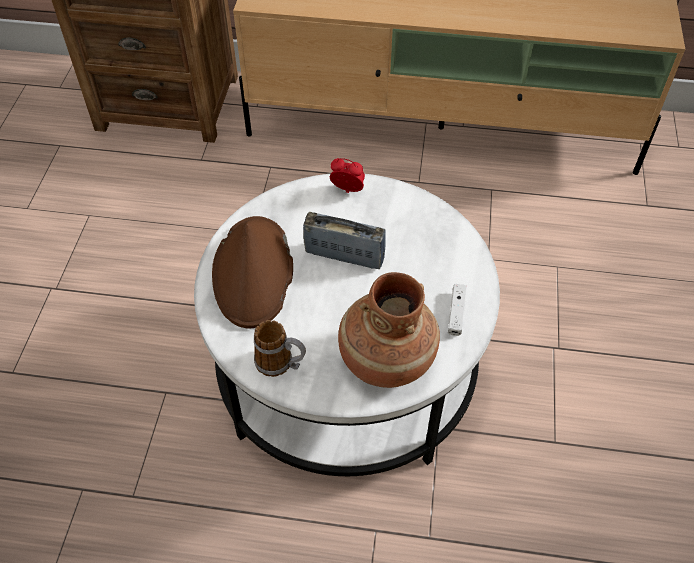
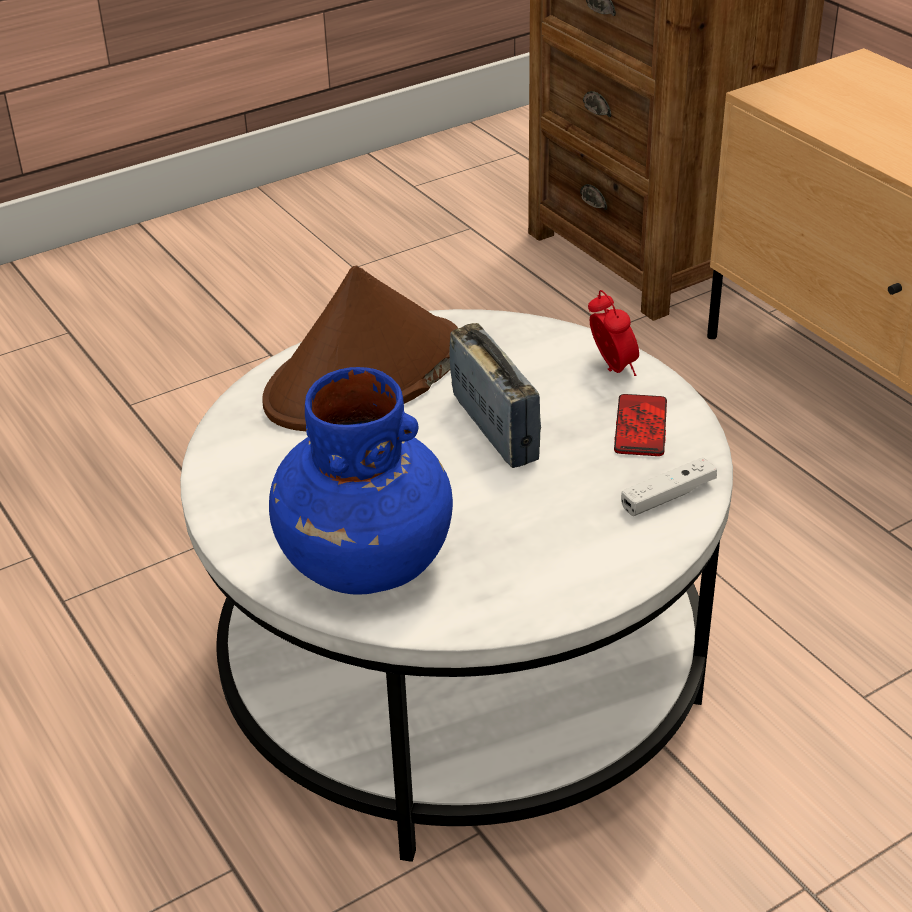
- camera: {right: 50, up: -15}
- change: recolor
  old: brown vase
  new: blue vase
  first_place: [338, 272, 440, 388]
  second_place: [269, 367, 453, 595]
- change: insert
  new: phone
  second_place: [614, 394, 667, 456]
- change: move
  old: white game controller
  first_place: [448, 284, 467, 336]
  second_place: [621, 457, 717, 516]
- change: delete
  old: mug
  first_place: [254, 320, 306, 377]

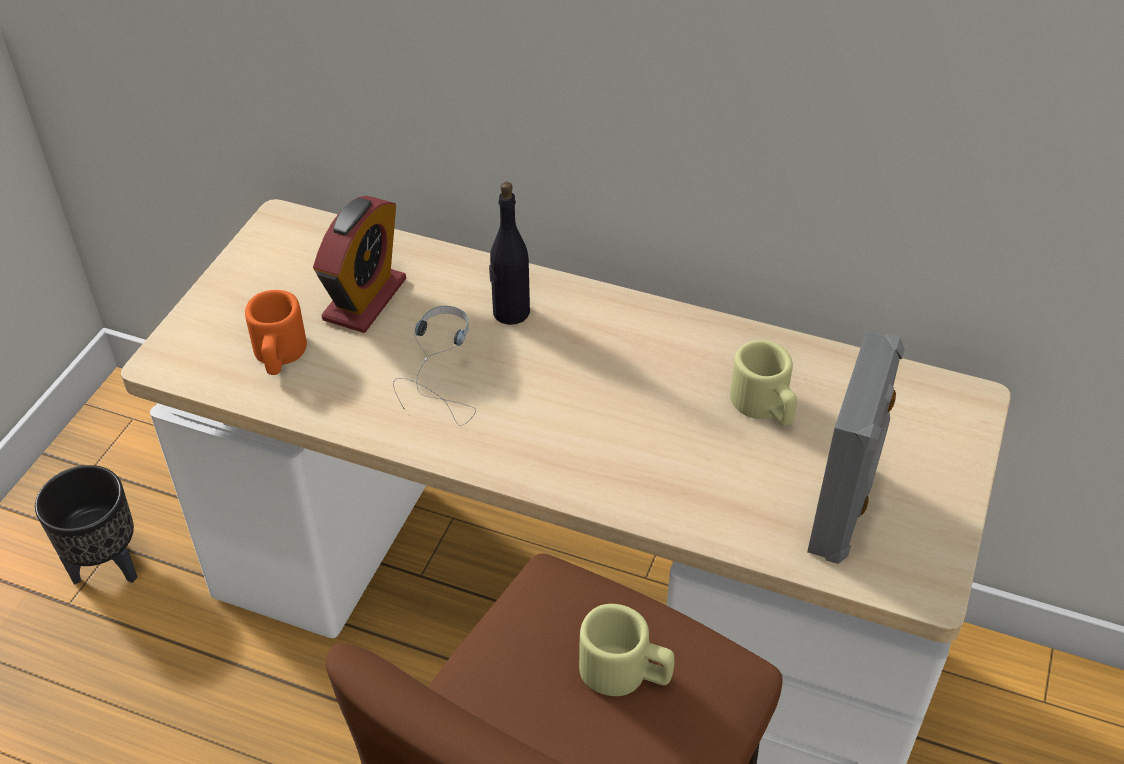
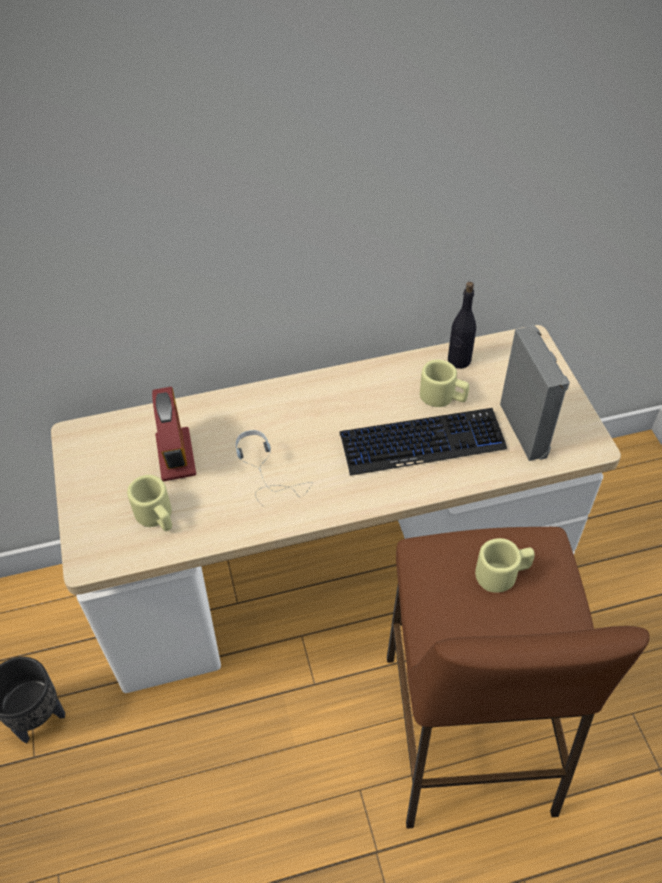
- camera: {right: -35, up: 5}
- change: recolor
  old: orange mug
  new: beige mug
  first_place: [245, 290, 307, 375]
  second_place: [127, 475, 172, 531]
- change: insert
  new: keyboard
  second_place: [340, 408, 507, 476]
- change: move
  old: black bottle
  first_place: [489, 182, 530, 325]
  second_place: [448, 282, 476, 369]

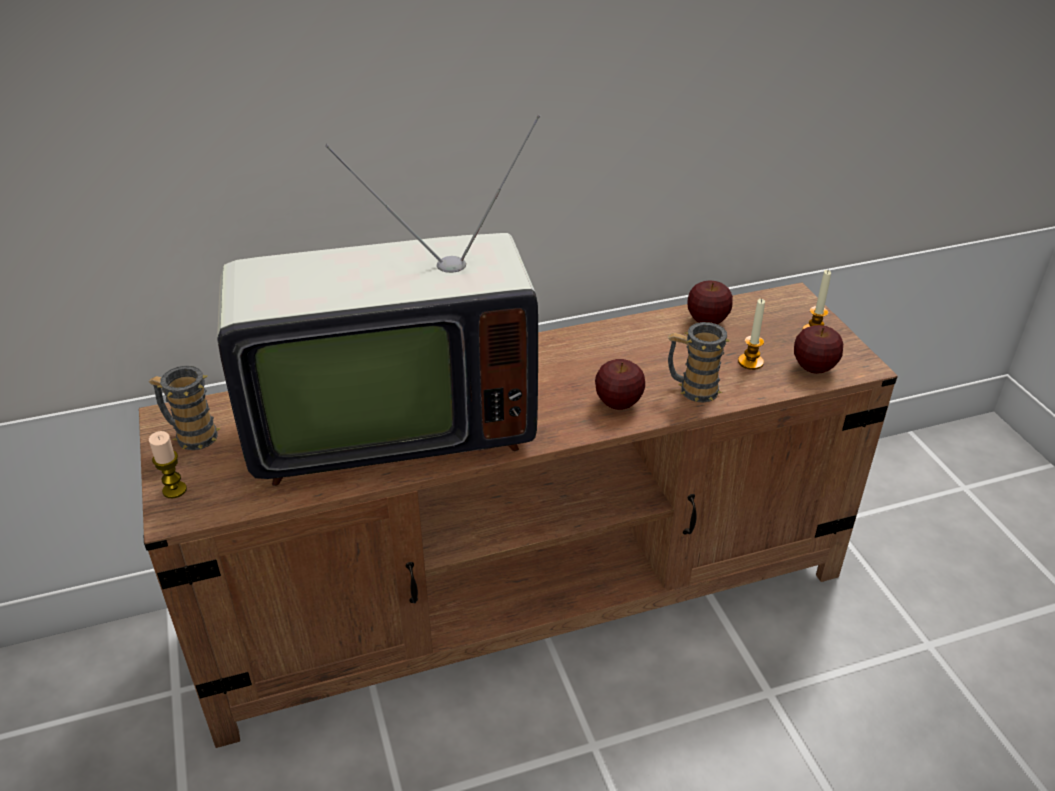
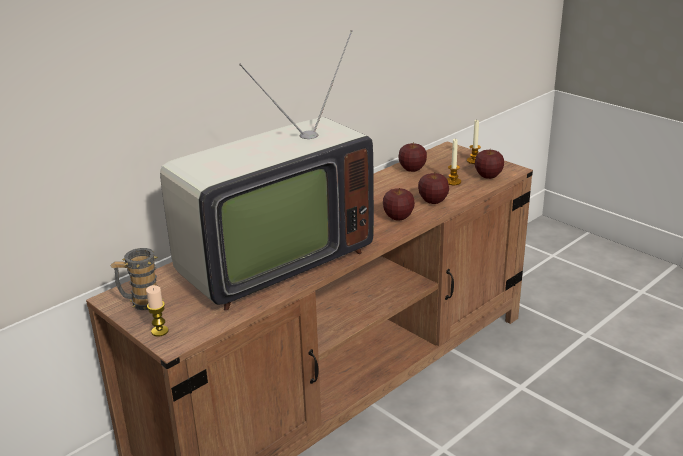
- camera: {right: -25, up: -10}
- change: replace
  old: mug
  new: apple
  first_place: [668, 322, 730, 403]
  second_place: [418, 173, 449, 204]

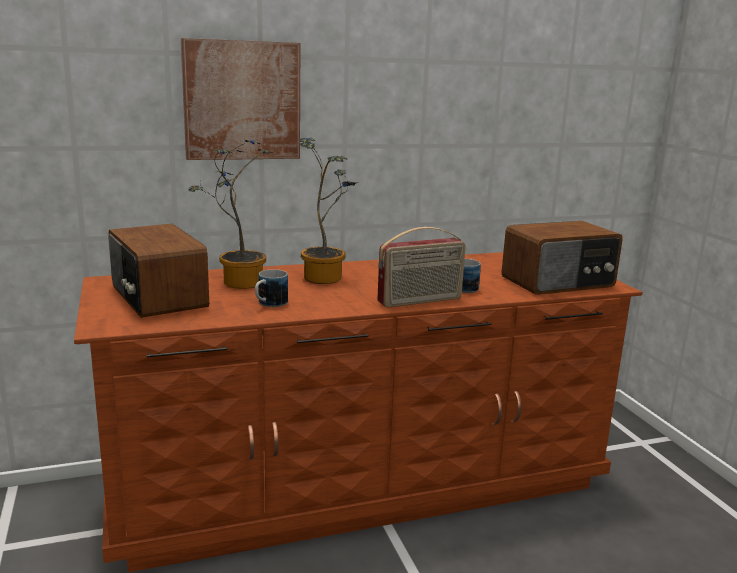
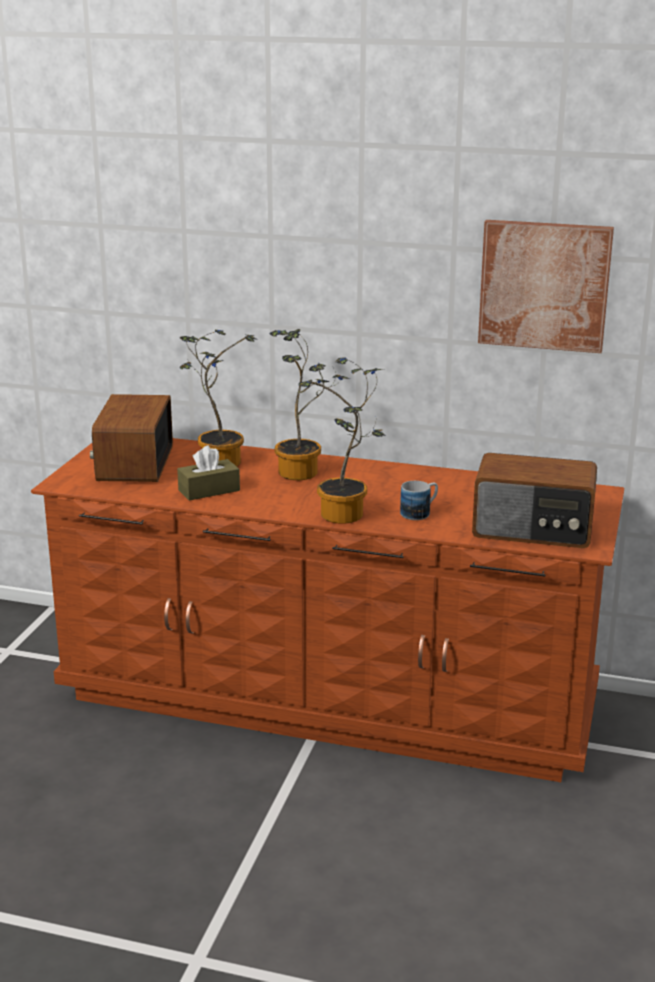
- camera: {right: 35, up: 5}
- change: replace
  old: mug
  new: brown tissue box
  first_place: [255, 269, 288, 307]
  second_place: [177, 445, 240, 500]
- change: replace
  old: radio
  new: potted plant
  first_place: [377, 227, 466, 307]
  second_place: [298, 358, 385, 524]
- change: move
  old: picture
  first_place: [181, 38, 300, 160]
  second_place: [478, 220, 614, 353]

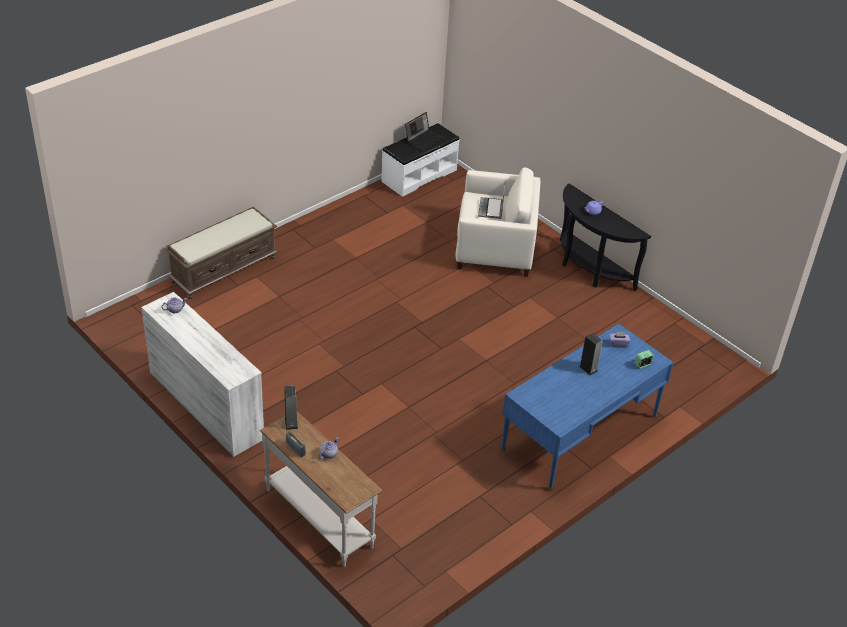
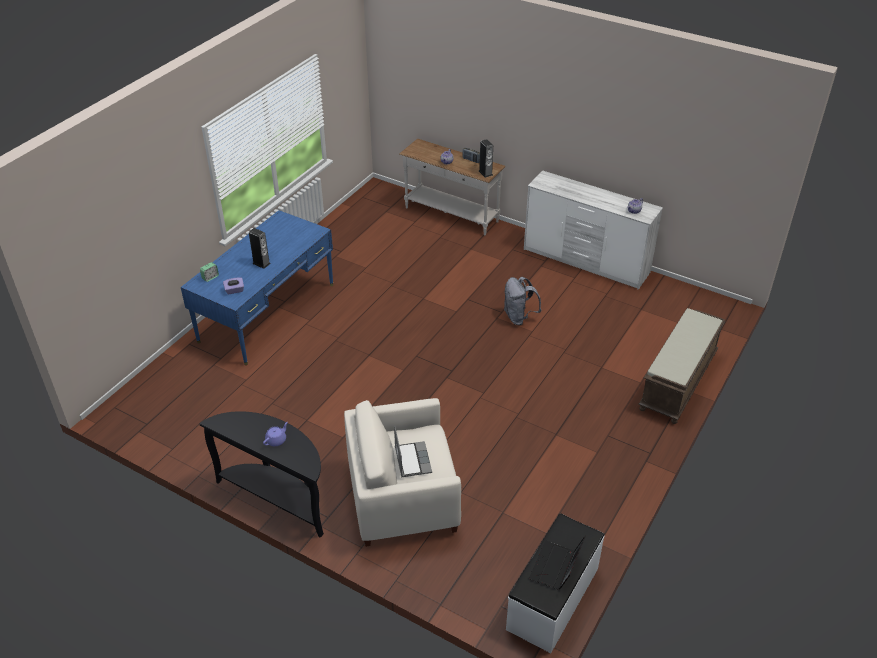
- camera: {right: 165, up: 0}
- change: insert
  new: grey backpack
  second_place: [504, 277, 541, 325]

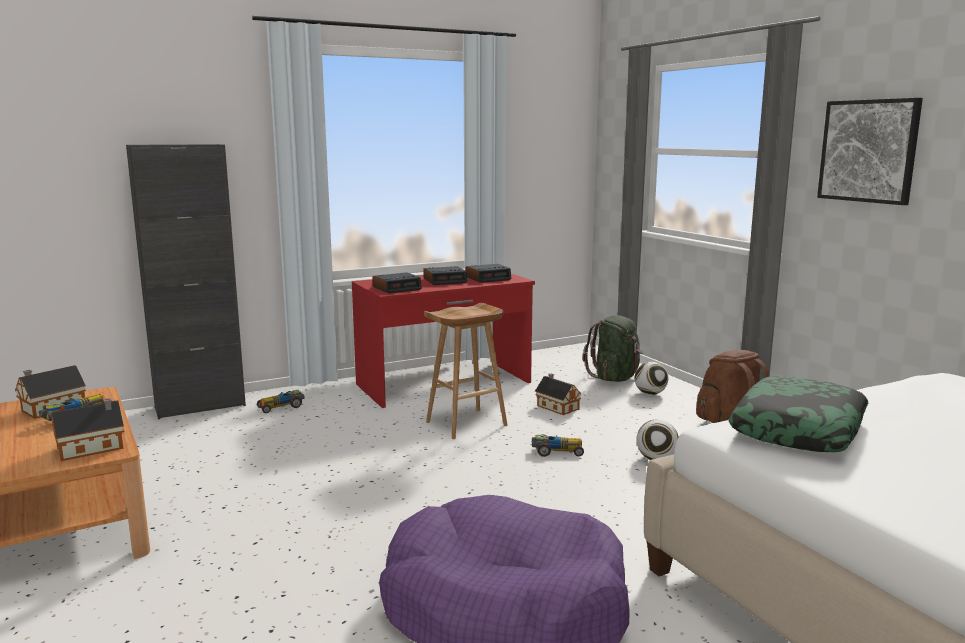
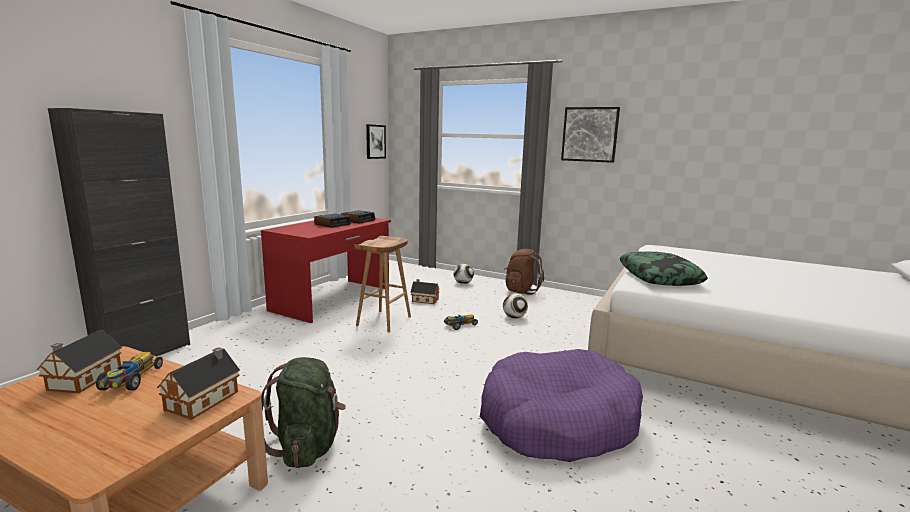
- camera: {right: -35, up: 0}
- change: move
  old: green backpack
  first_place: [583, 315, 643, 382]
  second_place: [261, 357, 346, 468]
- change: insert
  new: picture
  second_place: [366, 124, 386, 159]
- change: delete
  old: toy car
  first_place: [257, 390, 305, 413]
- change: delete
  old: alarm clock
  first_place: [372, 272, 422, 294]

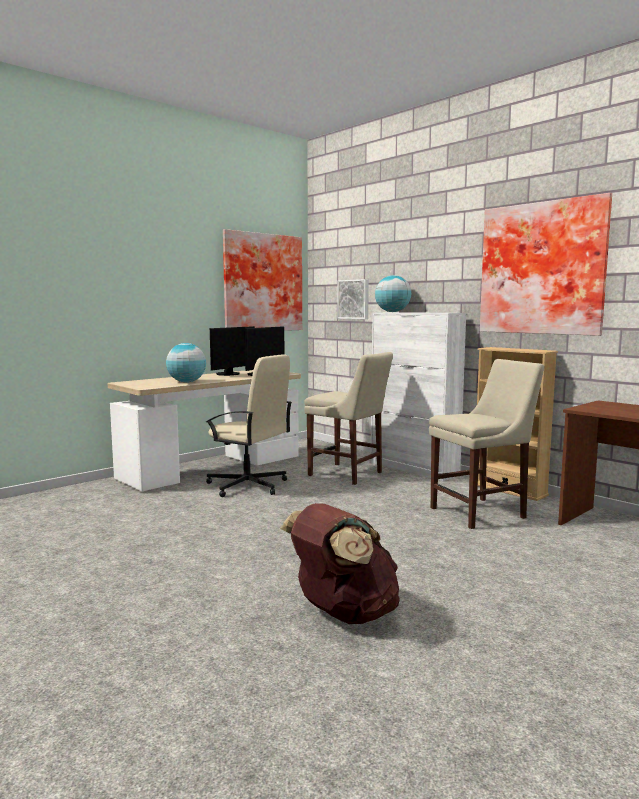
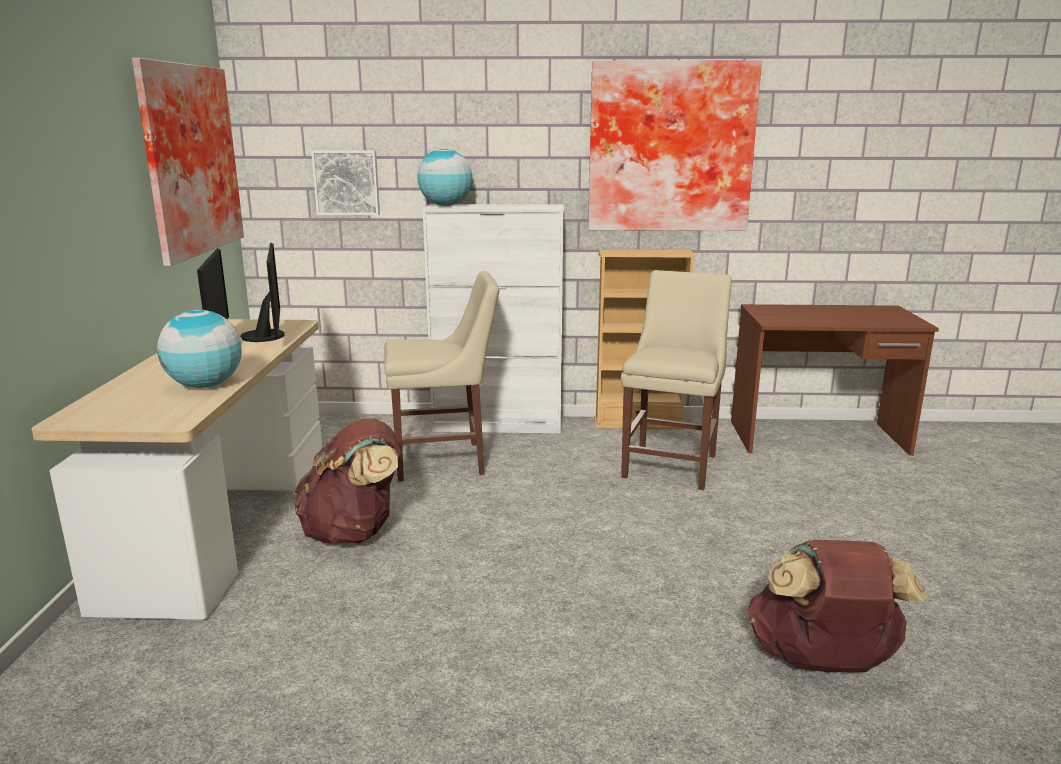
- camera: {right: -45, up: 10}
- change: replace
  old: beige office chair
  new: brown backpack
  first_place: [206, 354, 292, 497]
  second_place: [295, 418, 401, 544]

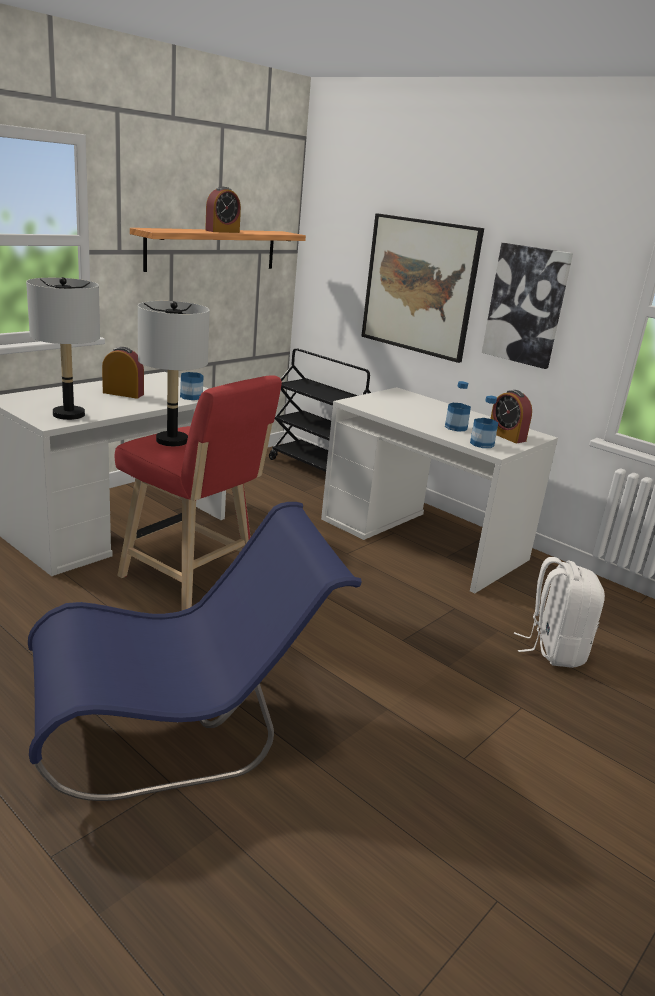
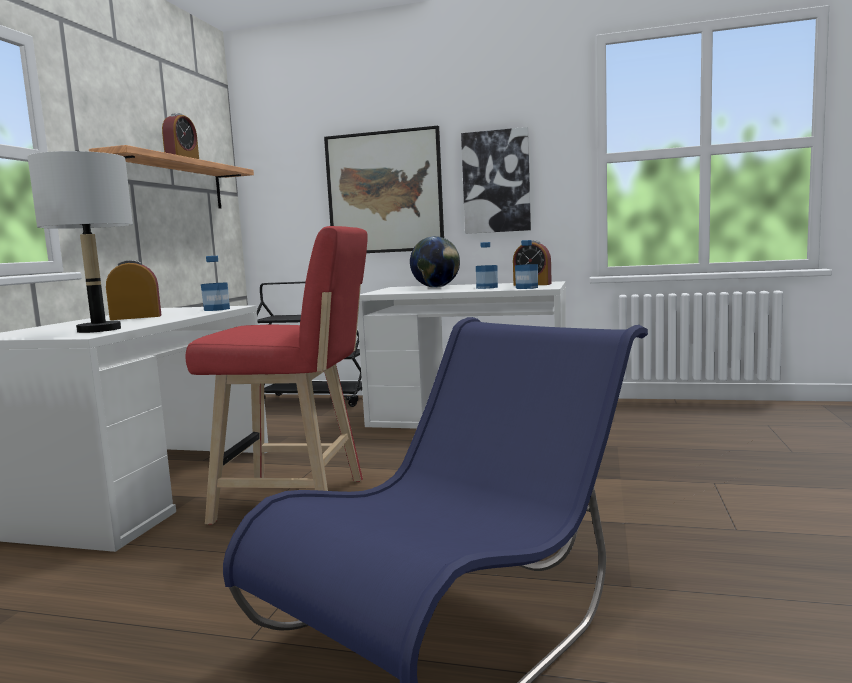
- camera: {right: -25, up: -15}
- change: insert
  new: globe
  second_place: [410, 236, 460, 288]
- change: delete
  old: grey table lamp
  first_place: [138, 301, 210, 446]
- change: delete
  old: white backpack
  first_place: [514, 557, 605, 668]

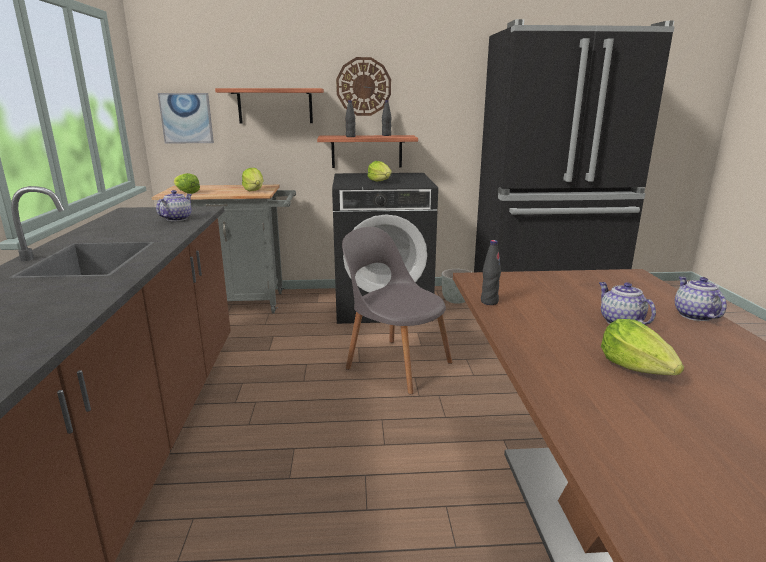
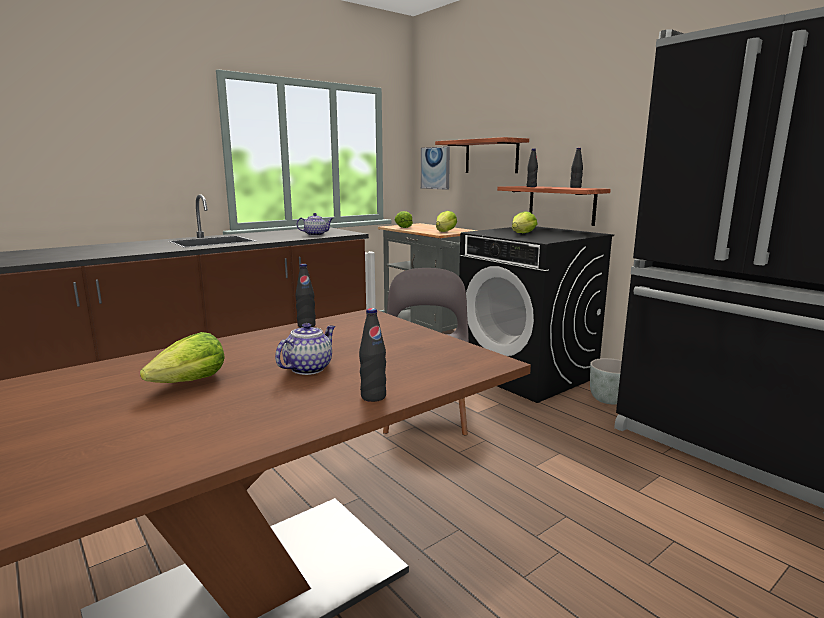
- camera: {right: 55, up: -5}
- change: replace
  old: teapot
  new: black bottle
  first_place: [675, 277, 727, 321]
  second_place: [359, 308, 386, 402]
- change: delete
  old: wall clock
  first_place: [336, 57, 391, 116]

